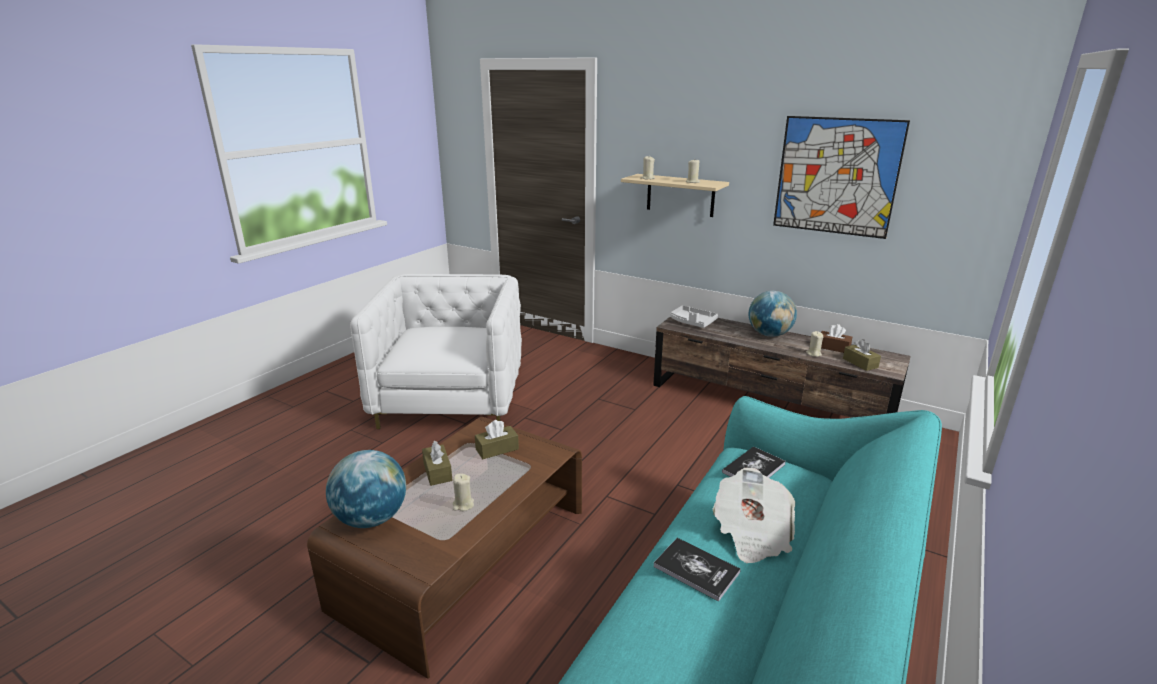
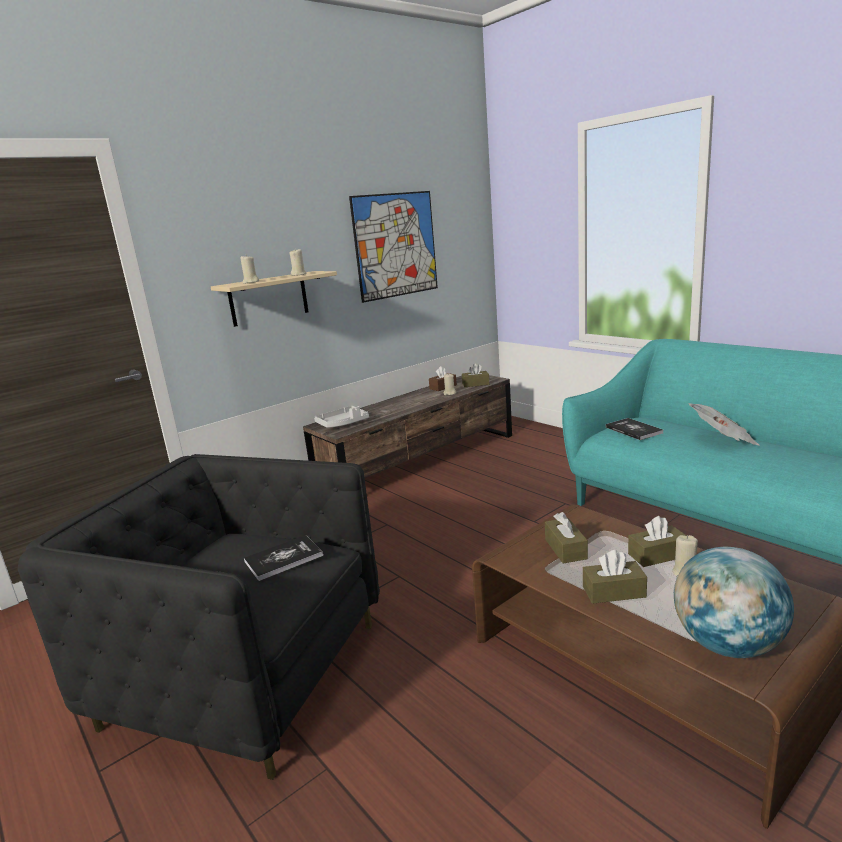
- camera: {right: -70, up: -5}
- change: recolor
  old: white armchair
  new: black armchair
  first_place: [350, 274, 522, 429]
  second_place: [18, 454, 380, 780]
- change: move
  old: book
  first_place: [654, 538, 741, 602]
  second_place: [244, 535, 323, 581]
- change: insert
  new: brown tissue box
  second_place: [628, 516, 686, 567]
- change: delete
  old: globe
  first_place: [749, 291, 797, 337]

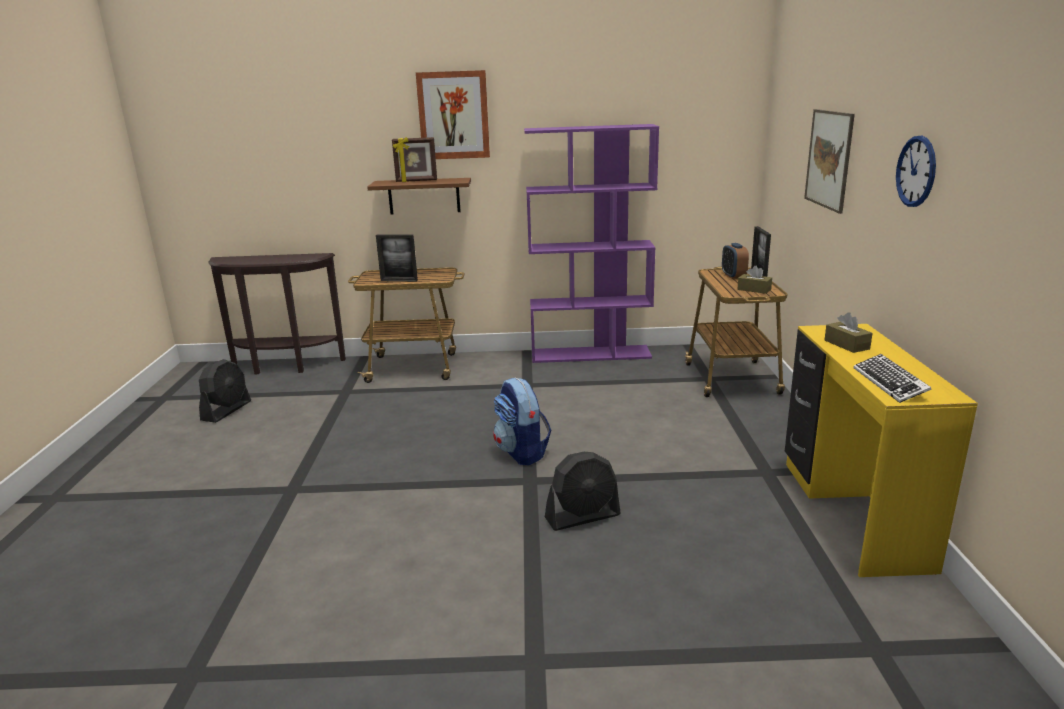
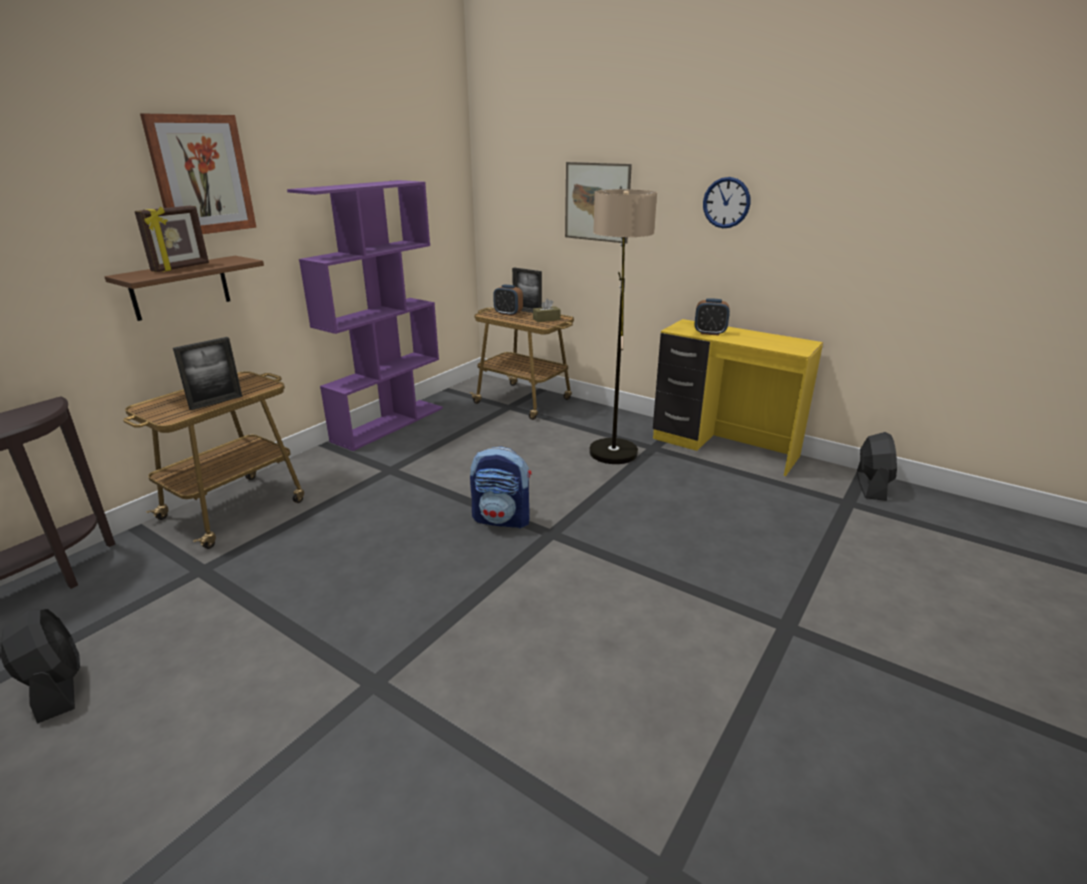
- camera: {right: -55, up: 5}
- change: insert
  new: floor lamp
  second_place: [589, 189, 657, 464]
- change: replace
  old: brown tissue box
  new: alarm clock
  first_place: [825, 312, 873, 353]
  second_place: [695, 298, 730, 335]
- change: move
  old: black fan
  first_place: [545, 452, 621, 531]
  second_place: [857, 432, 897, 501]
- change: delete
  old: keyboard
  first_place: [854, 354, 932, 403]

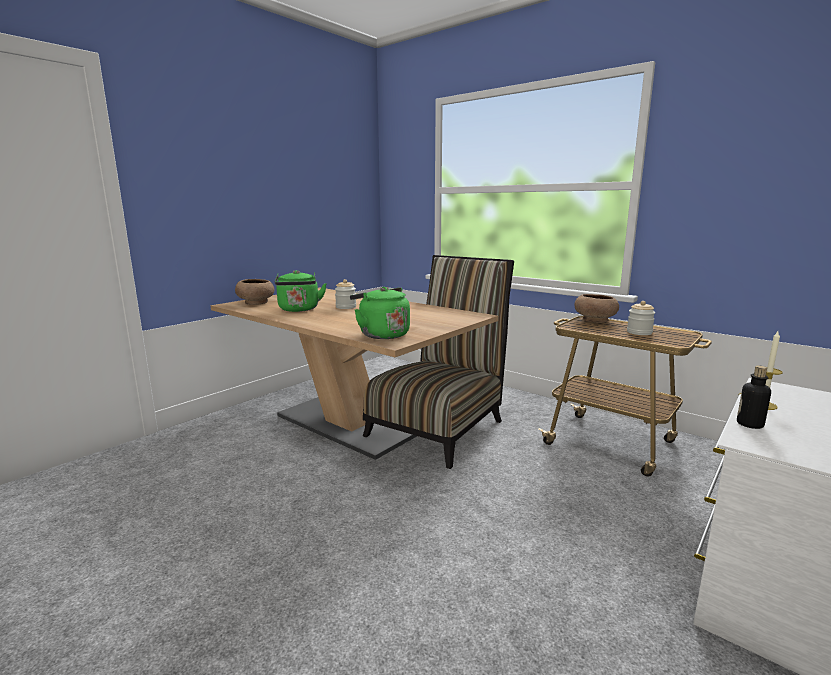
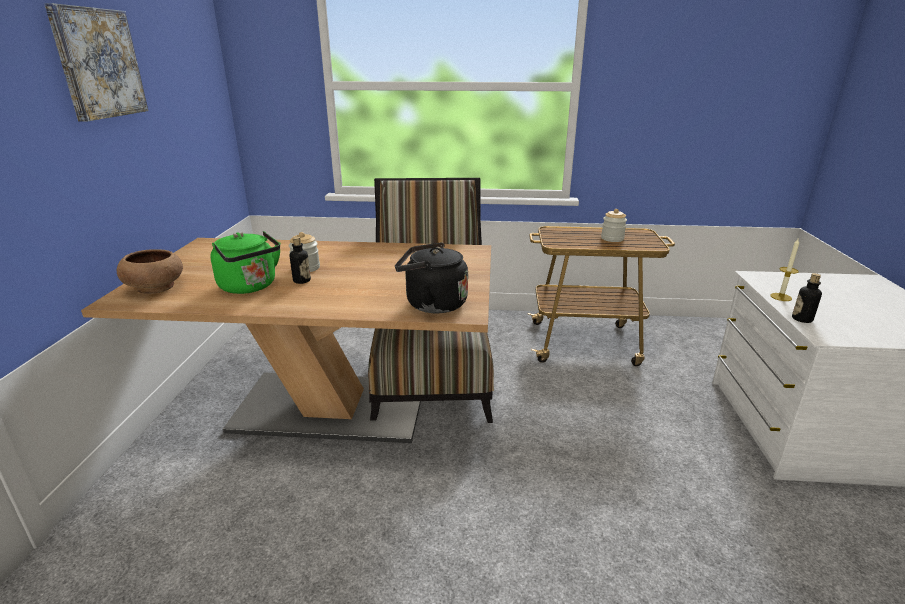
- camera: {right: -35, up: 10}
- change: insert
  new: picture
  second_place: [44, 3, 148, 122]
- change: insert
  new: bottle
  second_place: [290, 237, 311, 284]
- change: recolor
  old: green kettle
  new: black kettle
  first_place: [350, 287, 410, 339]
  second_place: [395, 242, 468, 313]
- change: delete
  old: brown bowl
  first_place: [574, 294, 619, 323]

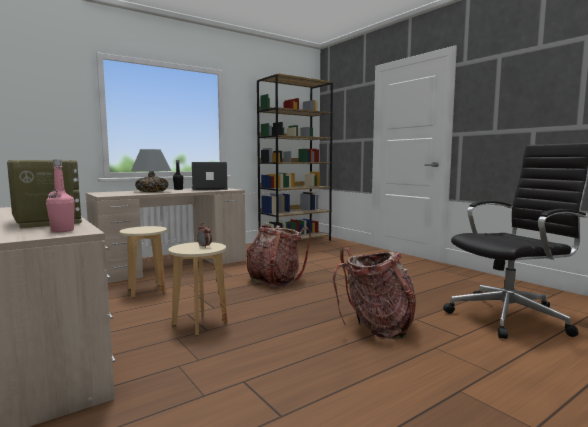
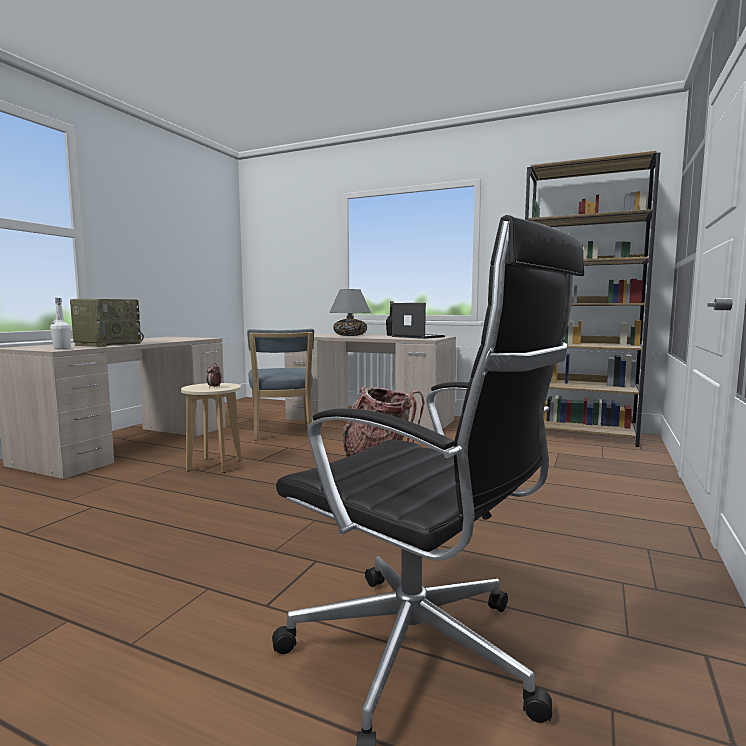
- camera: {right: 60, up: 0}
- change: recolor
  old: pink bottle
  new: white bottle
  first_place: [46, 160, 75, 232]
  second_place: [50, 298, 71, 349]
- change: replace
  old: beige stool
  new: blue chair
  first_place: [119, 226, 167, 298]
  second_place: [247, 329, 314, 440]
- change: delete
  old: backpack
  first_place: [333, 248, 416, 339]

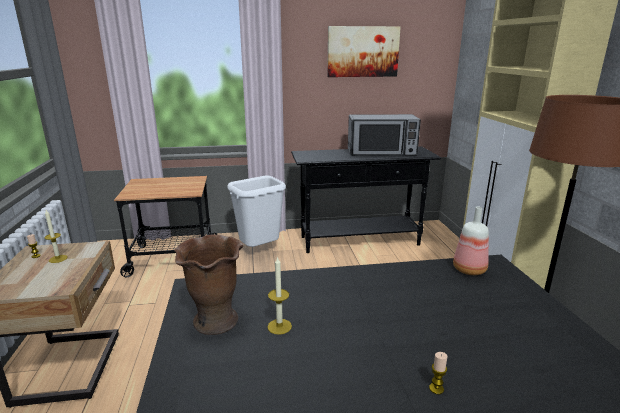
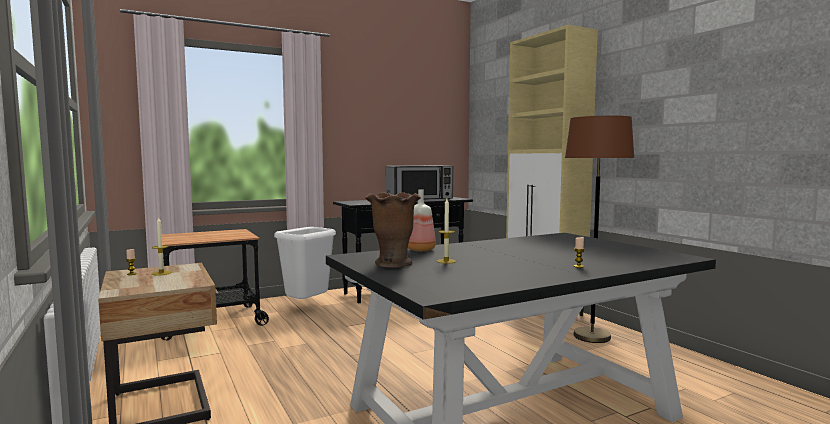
- camera: {right: -20, up: -15}
- change: move
  old: bottle
  first_place: [453, 207, 489, 275]
  second_place: [408, 189, 436, 251]
- change: delete
  old: picture
  first_place: [327, 26, 401, 77]

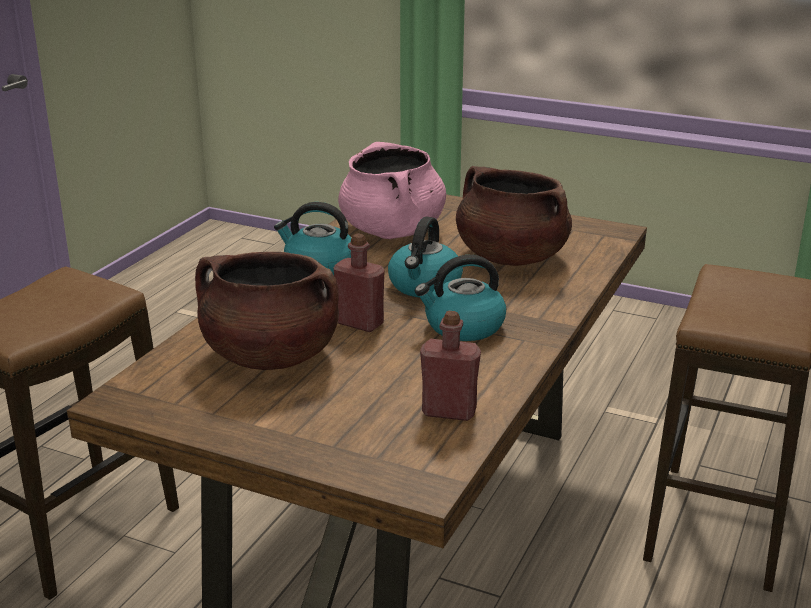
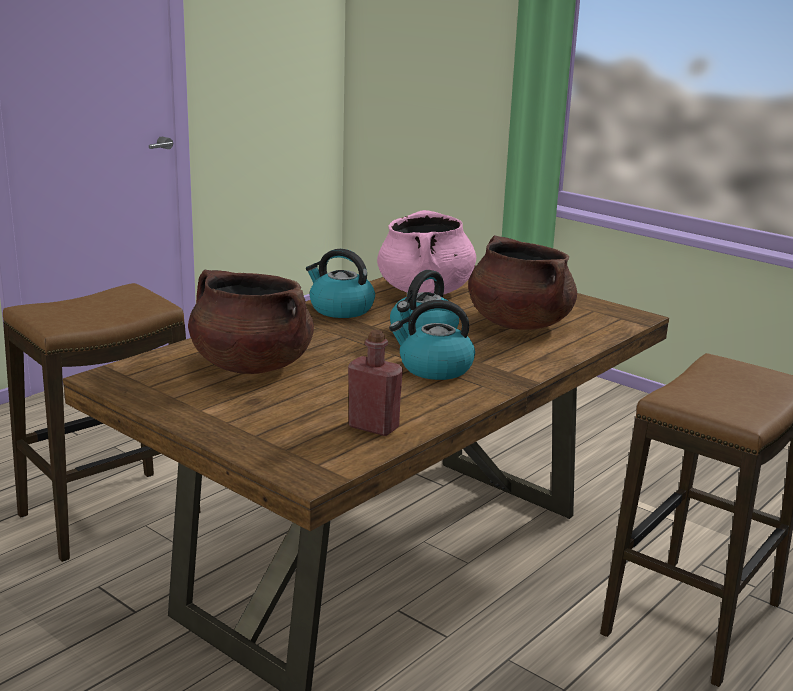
- camera: {right: 15, up: -5}
- change: delete
  old: red bottle
  first_place: [334, 234, 385, 332]

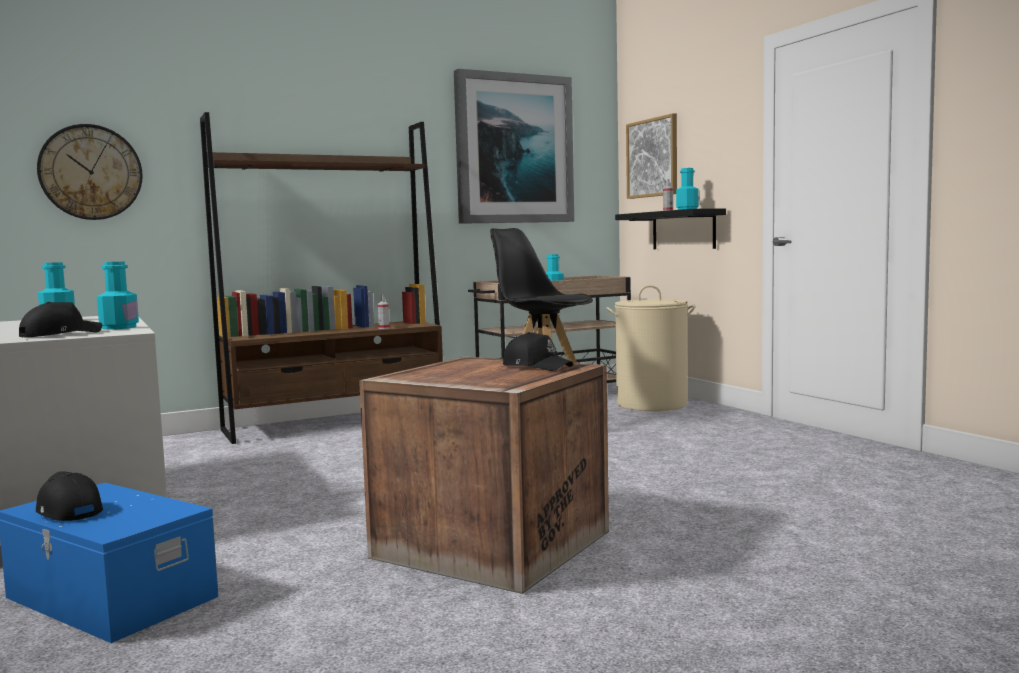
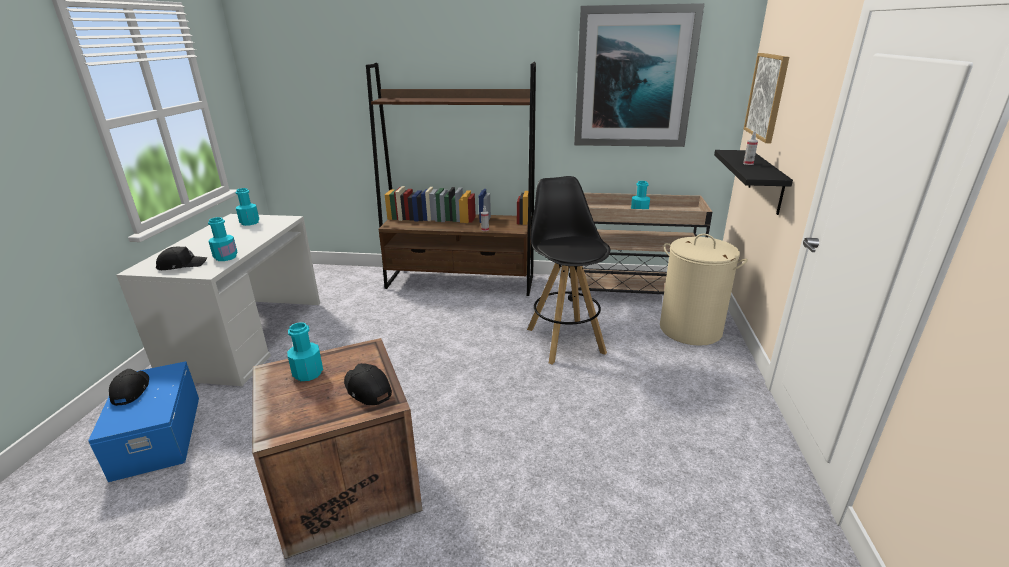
- camera: {right: 35, up: 20}
- change: move
  old: turquoise bottle
  first_place: [676, 168, 699, 210]
  second_place: [287, 322, 323, 381]
- change: rotate
  old: black cap
  first_place: [503, 332, 573, 371]
  second_place: [344, 363, 392, 405]
  degrees: 150
- change: delete
  old: wall clock
  first_place: [37, 124, 143, 220]

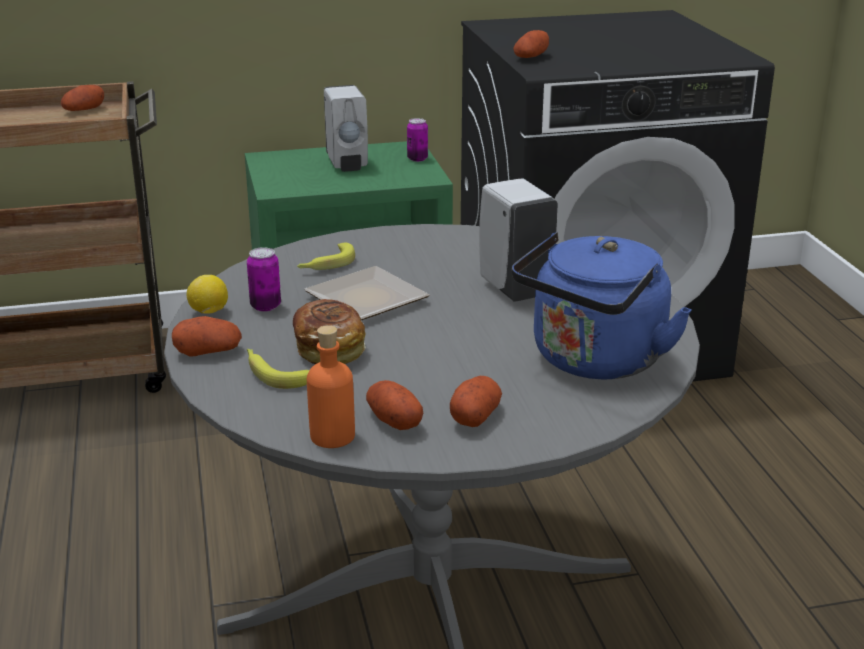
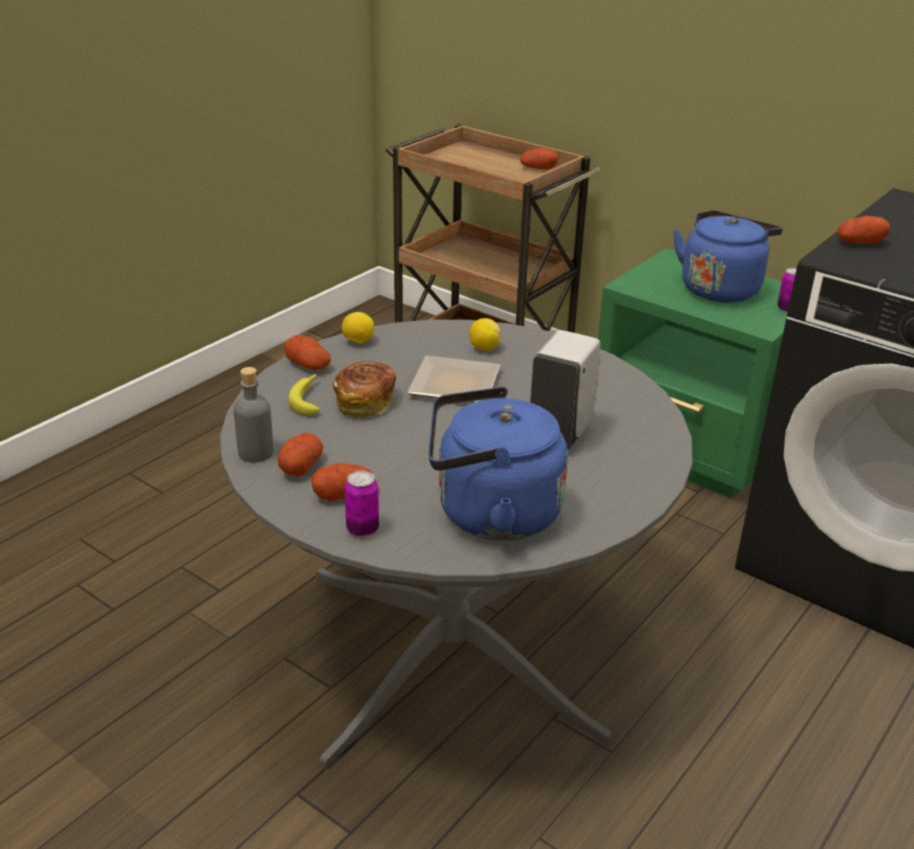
- camera: {right: 50, up: 5}
- change: recolor
  old: orange bottle
  new: grey bottle
  first_place: [307, 325, 355, 448]
  second_place: [233, 367, 274, 463]
- change: move
  old: can
  first_place: [247, 247, 281, 312]
  second_place: [345, 471, 379, 537]
- change: replace
  old: banana
  new: lemon
  first_place: [297, 243, 355, 270]
  second_place: [469, 318, 501, 351]
- change: replace
  old: white soap dispenser
  new: blue kettle
  first_place: [324, 85, 368, 172]
  second_place: [673, 210, 783, 302]

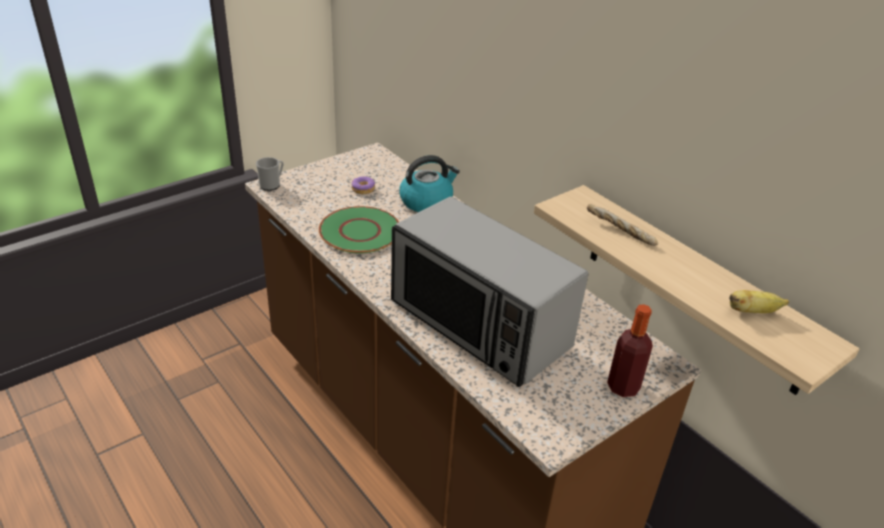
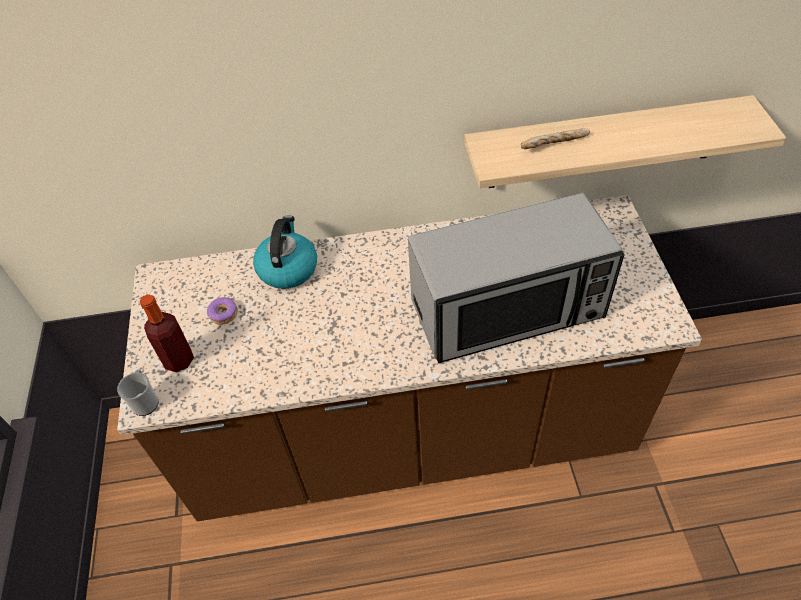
- camera: {right: -55, up: 15}
- change: move
  old: bottle
  first_place: [607, 304, 653, 397]
  second_place: [140, 294, 194, 372]
- change: delete
  old: green plate
  first_place: [319, 206, 399, 253]
- change: delete
  old: banana
  first_place: [729, 290, 789, 313]

